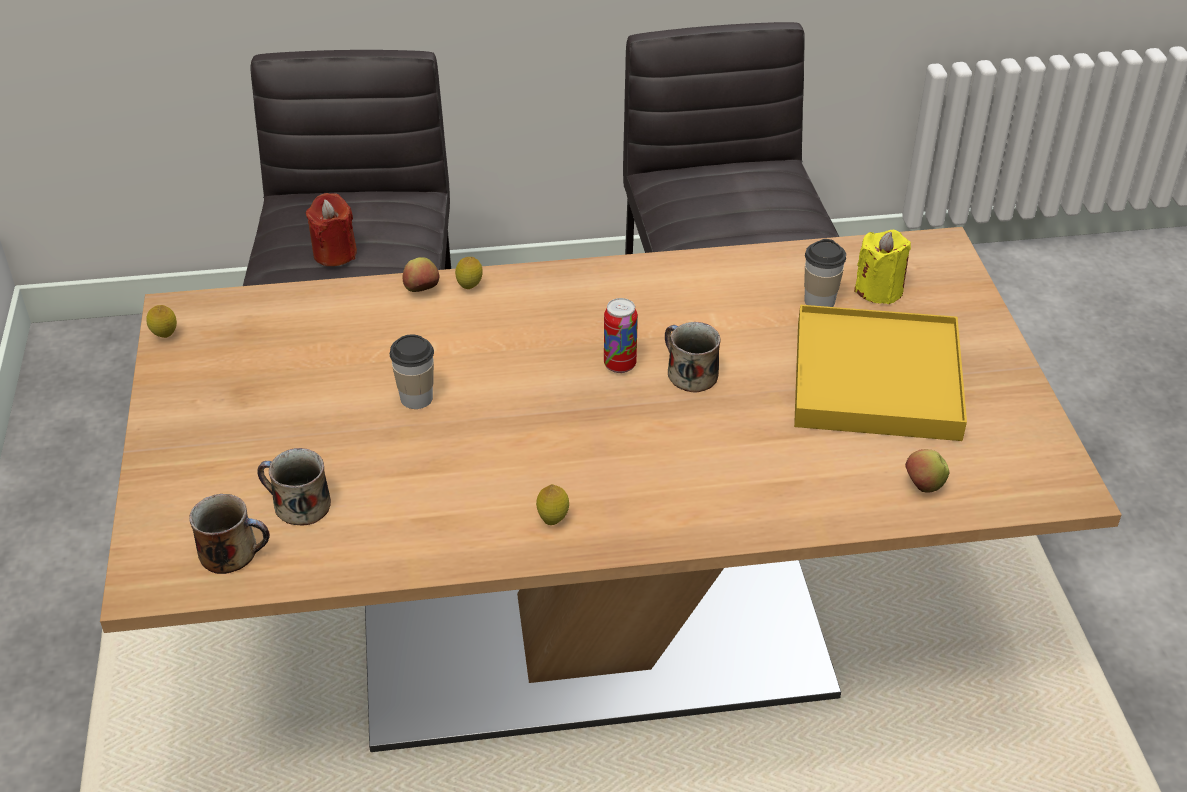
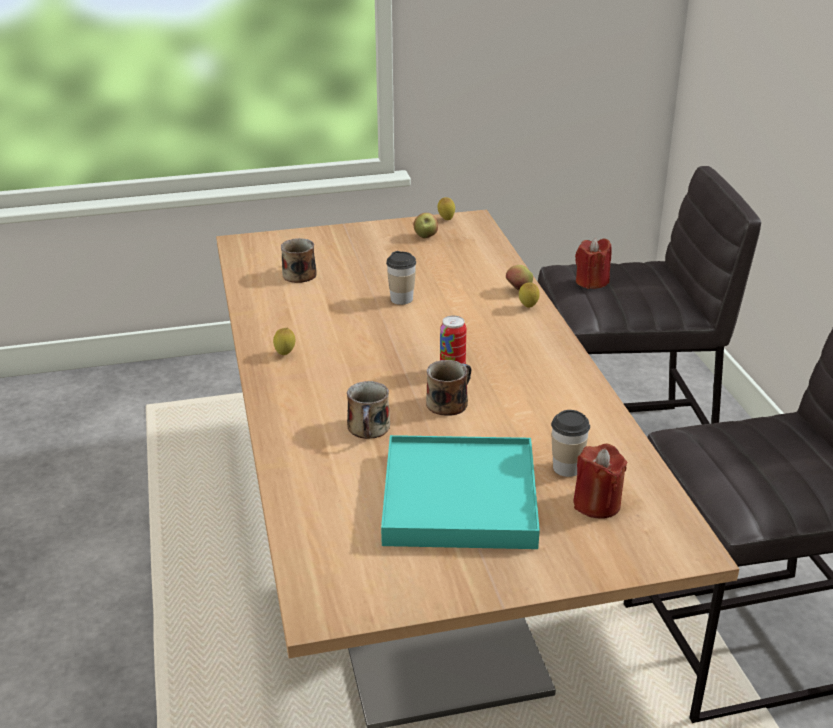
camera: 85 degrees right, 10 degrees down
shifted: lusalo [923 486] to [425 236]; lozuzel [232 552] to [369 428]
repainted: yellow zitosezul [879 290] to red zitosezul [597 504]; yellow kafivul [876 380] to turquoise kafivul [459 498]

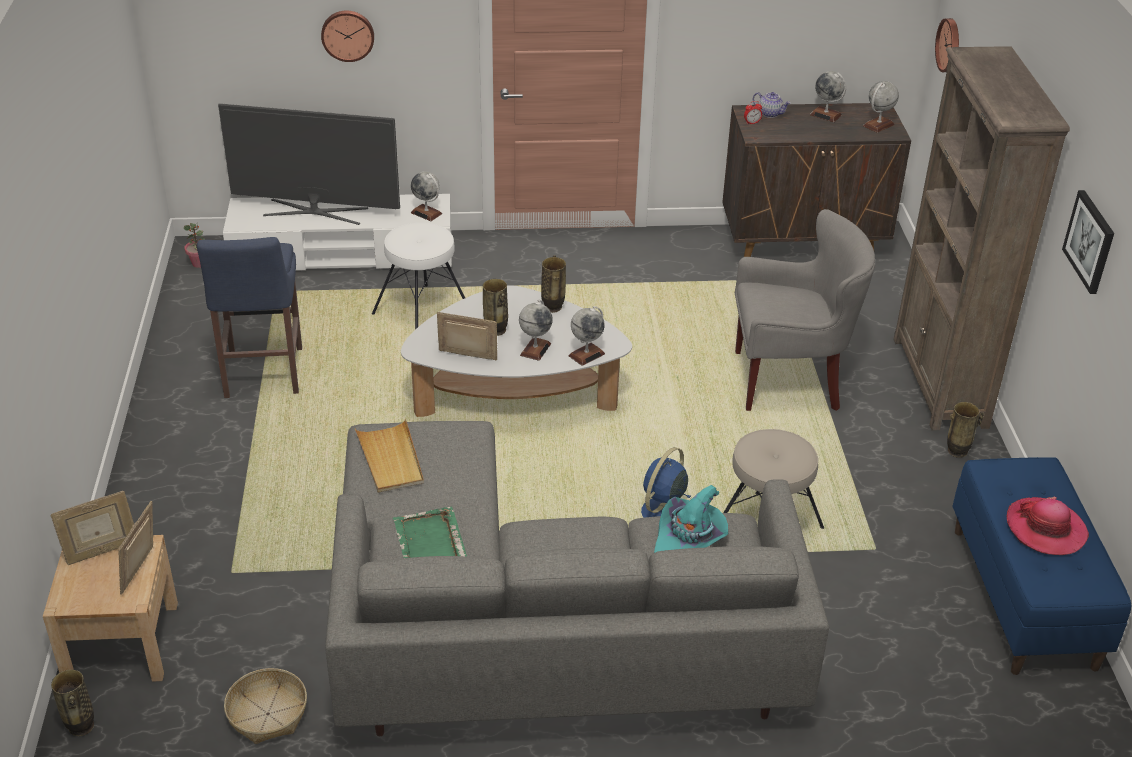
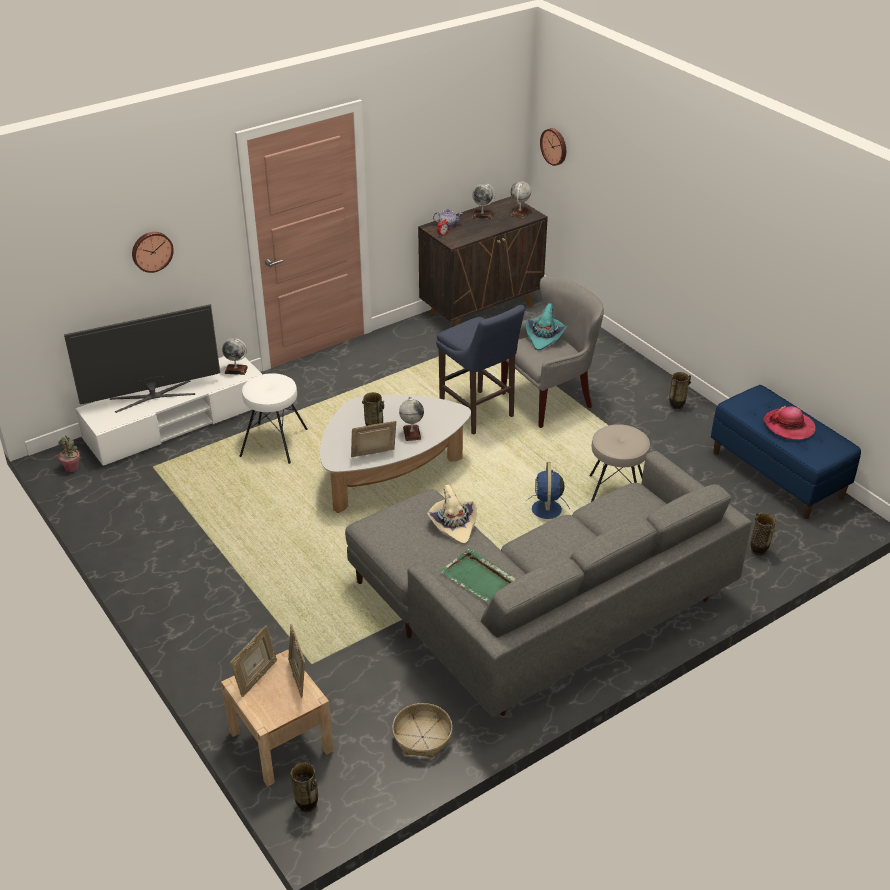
camera: 30 degrees left, 0 degrees up
gone: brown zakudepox [939 383]; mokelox [1090 241]; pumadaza [586 354]; beige kafivul [390 459]
new: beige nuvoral [453 524]
shifted: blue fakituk [262 376] to [478 414]; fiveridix [553 307] to [758 551]; turquoise nuvoral [690 537] to [544 337]

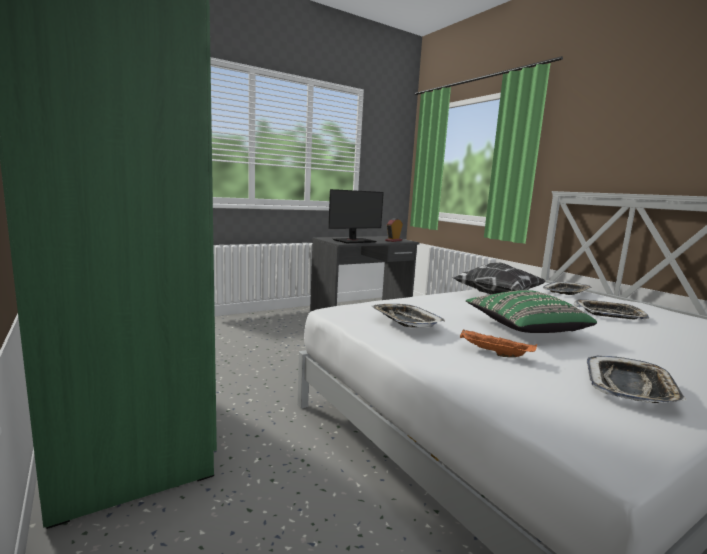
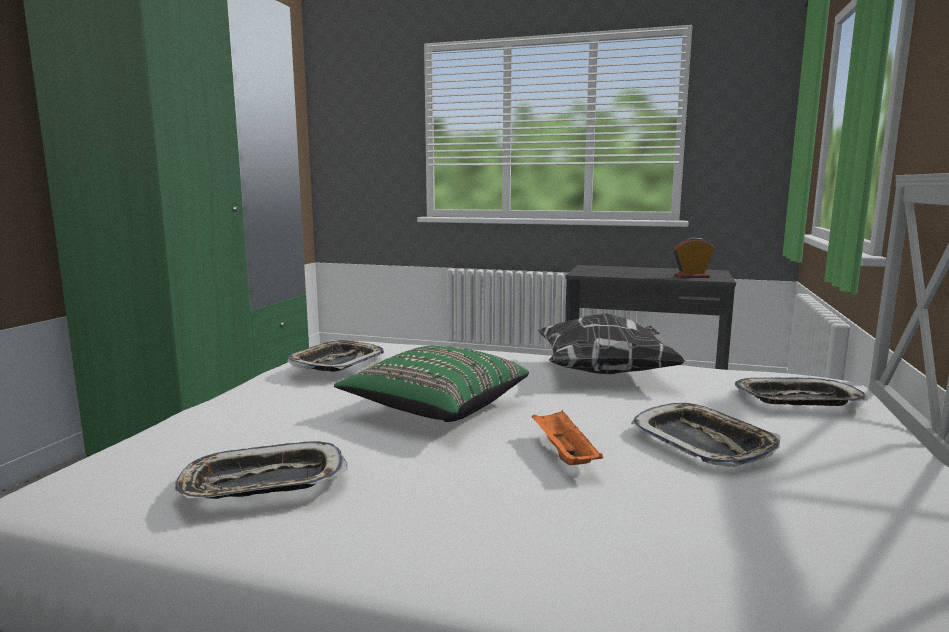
camera: 50 degrees right, 0 degrees up
gone: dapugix [354 241]
shifted: orange kafivul [493 353] to [563 454]

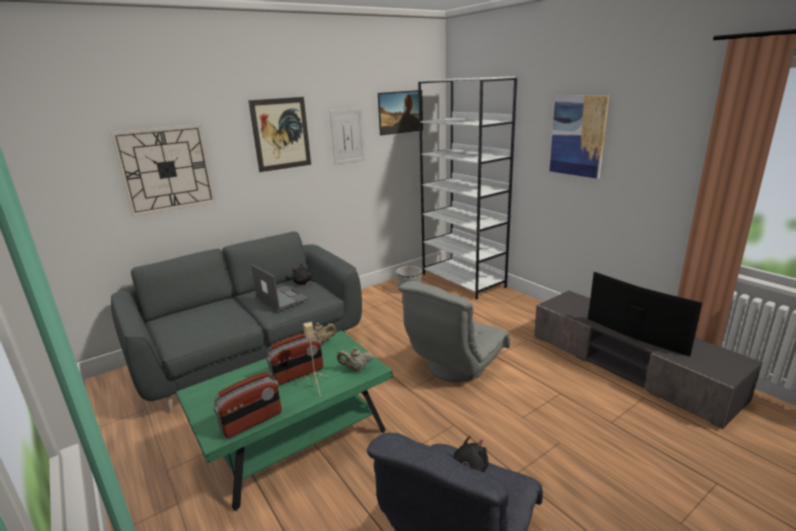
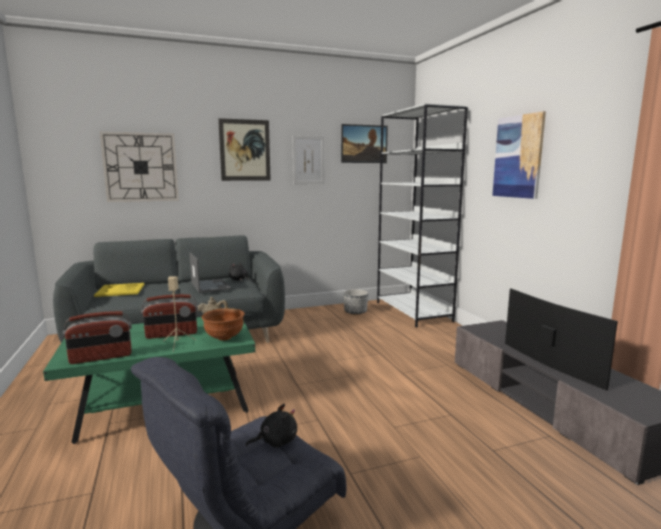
camera: 15 degrees right, 10 degrees down
gone: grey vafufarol [454 365]
new: yellow kafivul [120 290]
swapped: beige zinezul [356 369] to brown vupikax [224 338]

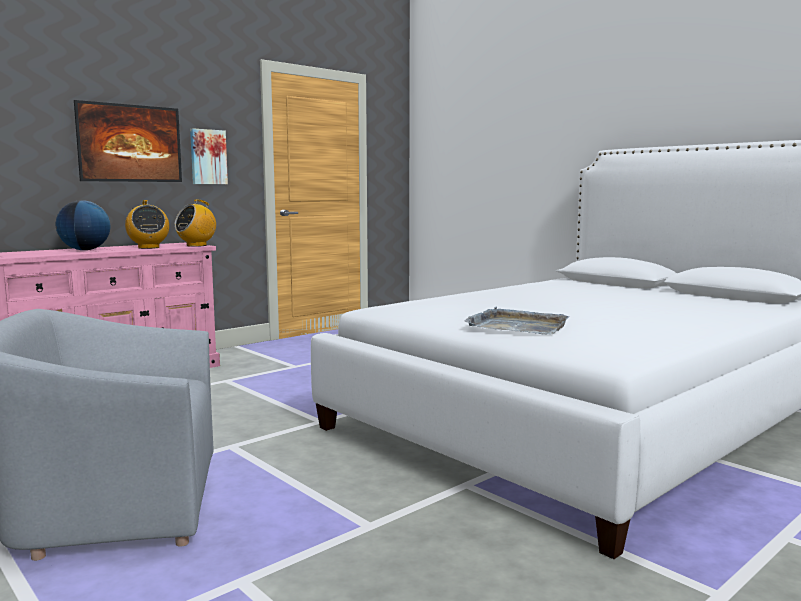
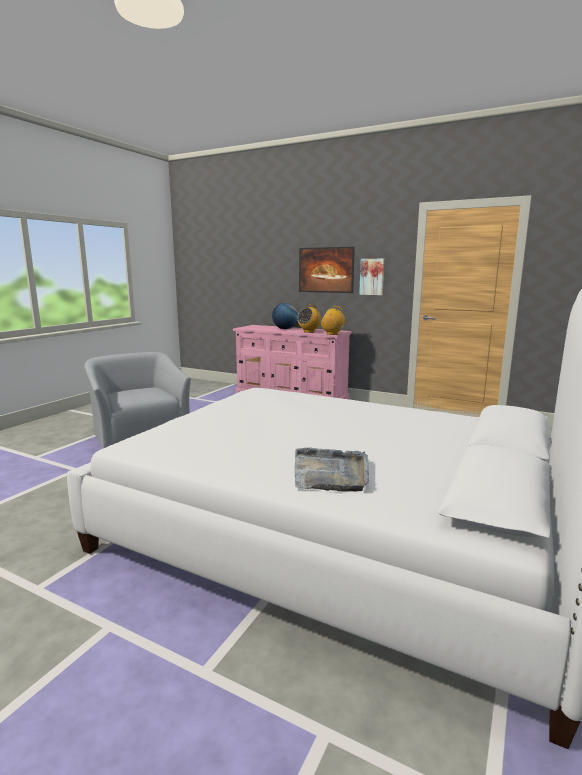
camera: 70 degrees right, 5 degrees up
shifted: grey kafivul [517 326] to [330 472]

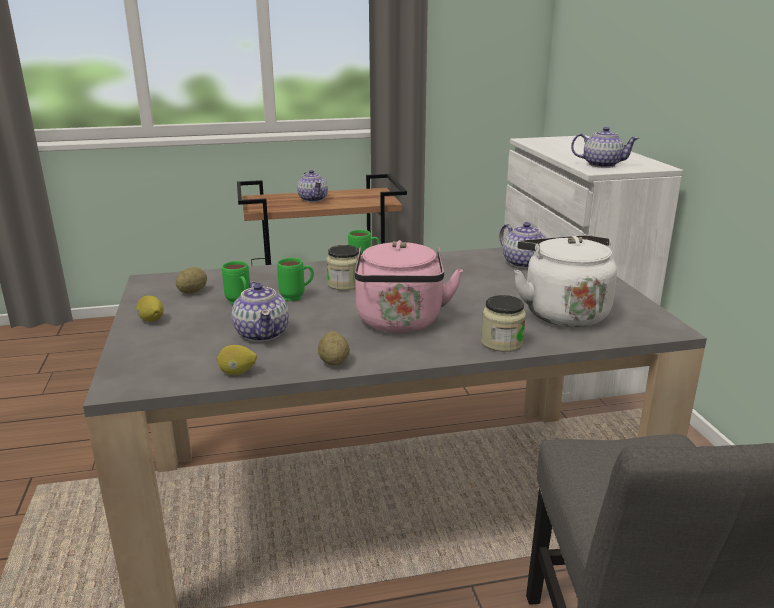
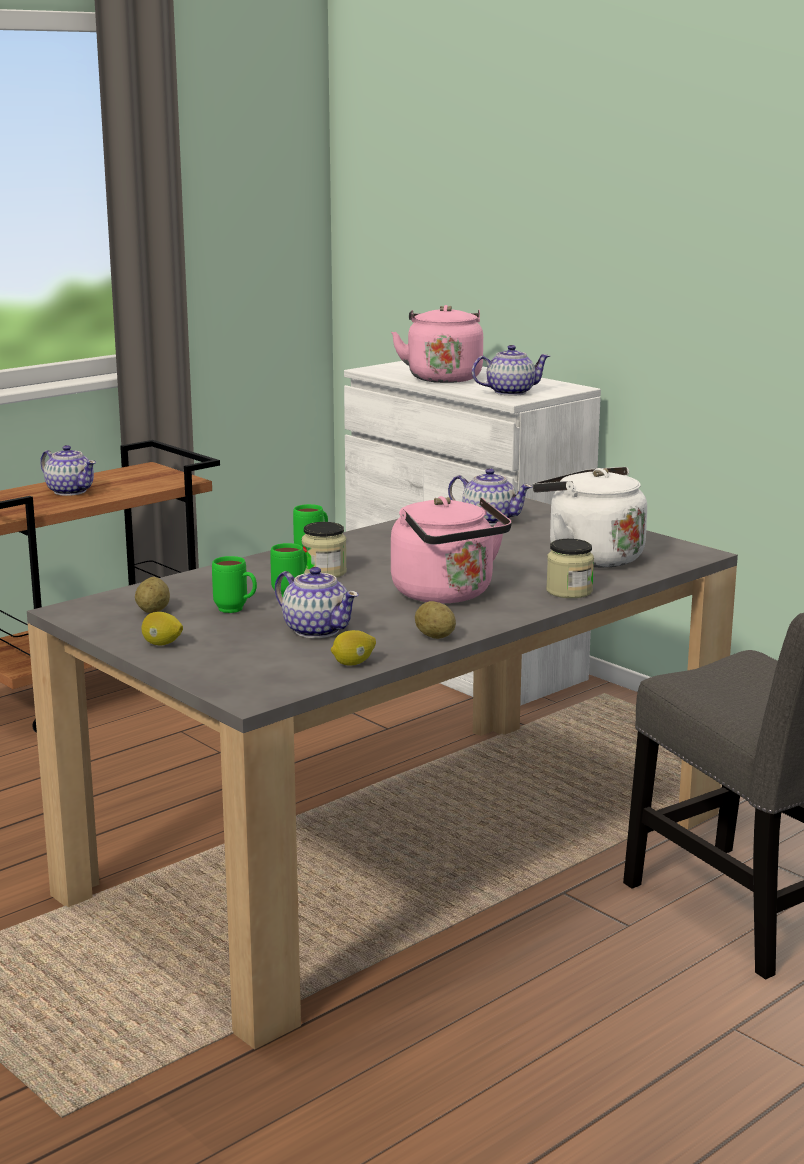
camera: 30 degrees left, 5 degrees down
new: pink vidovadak [443 377]

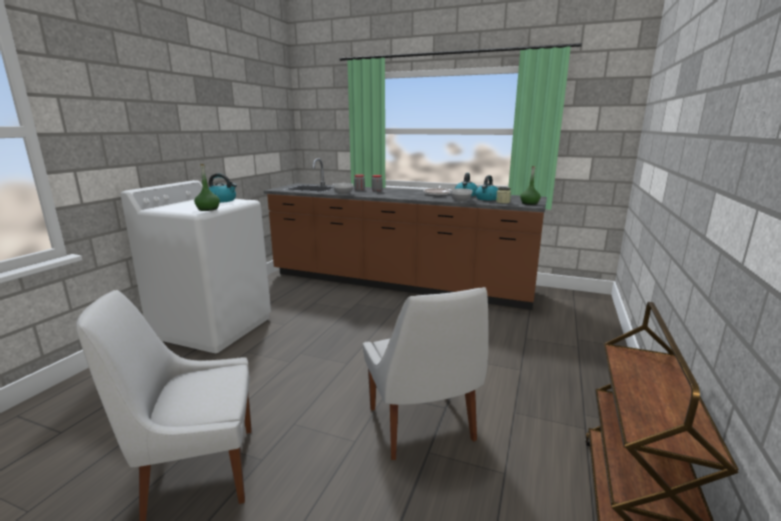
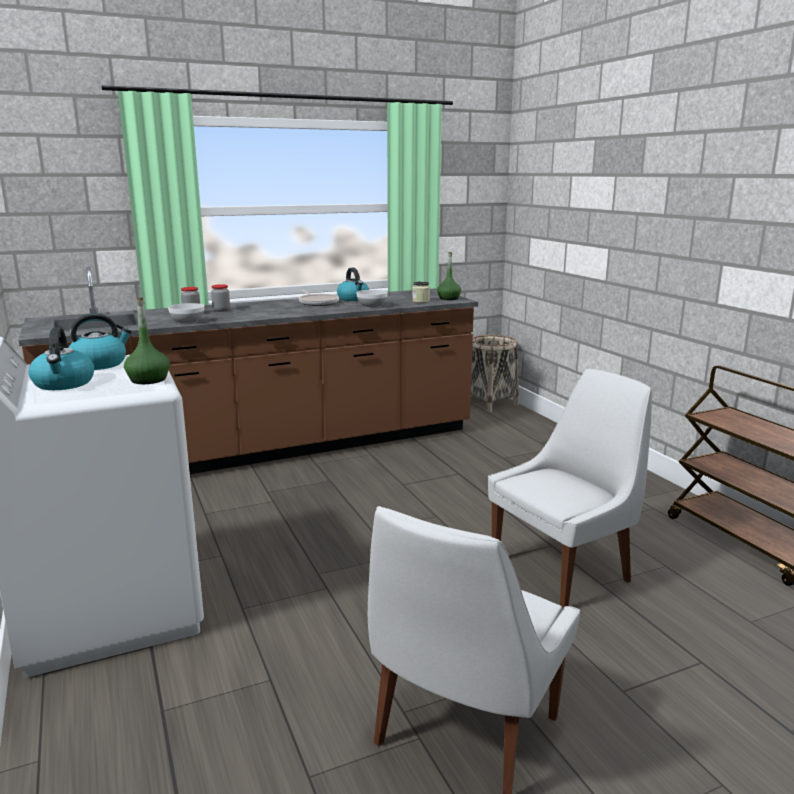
camera: 45 degrees left, 0 degrees up
new: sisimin [490 403]
shifted: vidovadak [487 199] to [64 384]
rotated: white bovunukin [422 427] = [564 569] 60 degrees counterclockwise

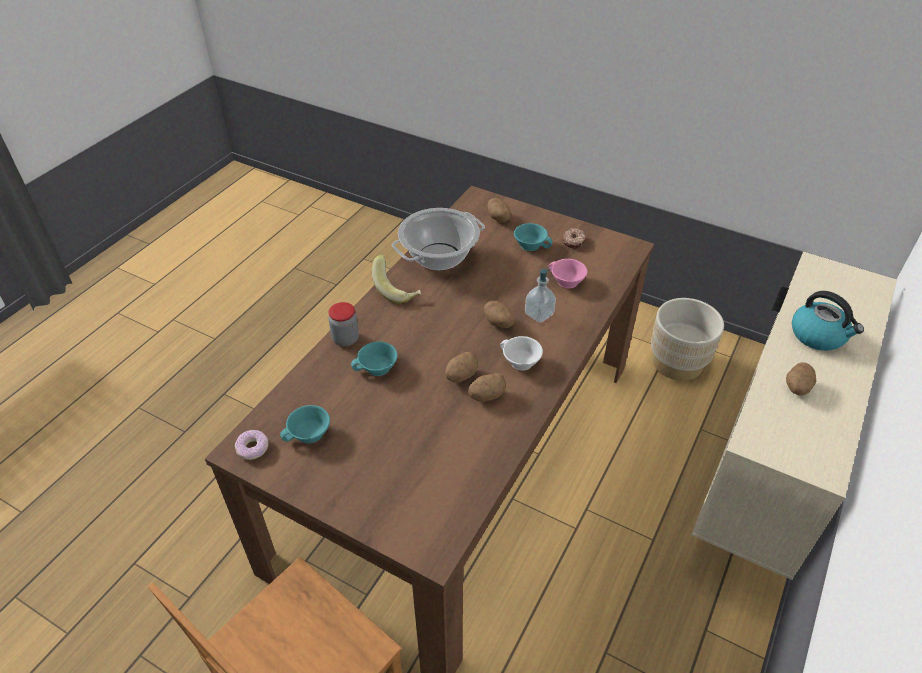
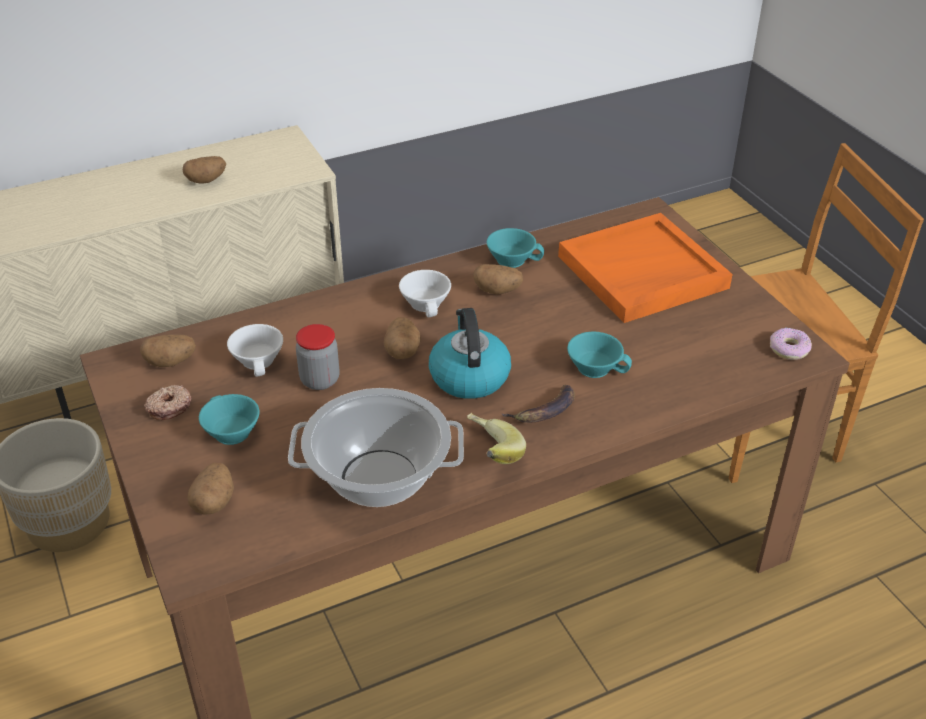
camera: 145 degrees left, 5 degrees down
gone: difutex [539 314]
new: orange kafivul [642 273]; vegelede [544 411]
shifted: vidovadak [818 335] to [469 376]; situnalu [346 339] to [320 380]; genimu [461 376] to [171 362]; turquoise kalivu [309 435] to [512 258]
repainted: pink kalivu [566 281] to white kalivu [260 360]

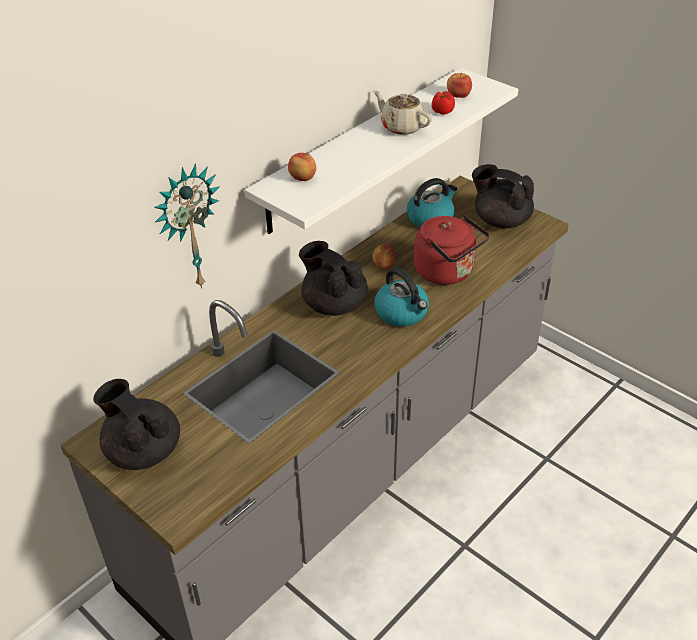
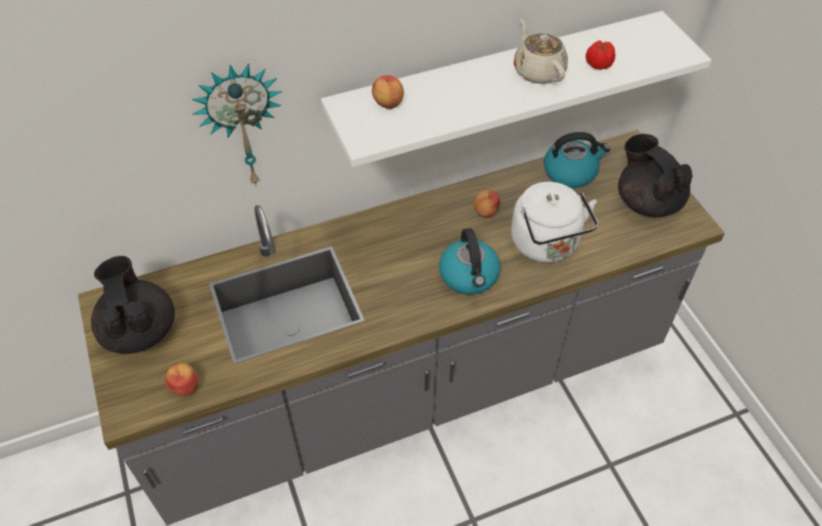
camera: 25 degrees right, 10 degrees up
gone: black zinezul [333 304]
shifted: lusalo [458 95] to [185 386]
repainted: red vidovadak [447 272] to white vidovadak [547 245]

